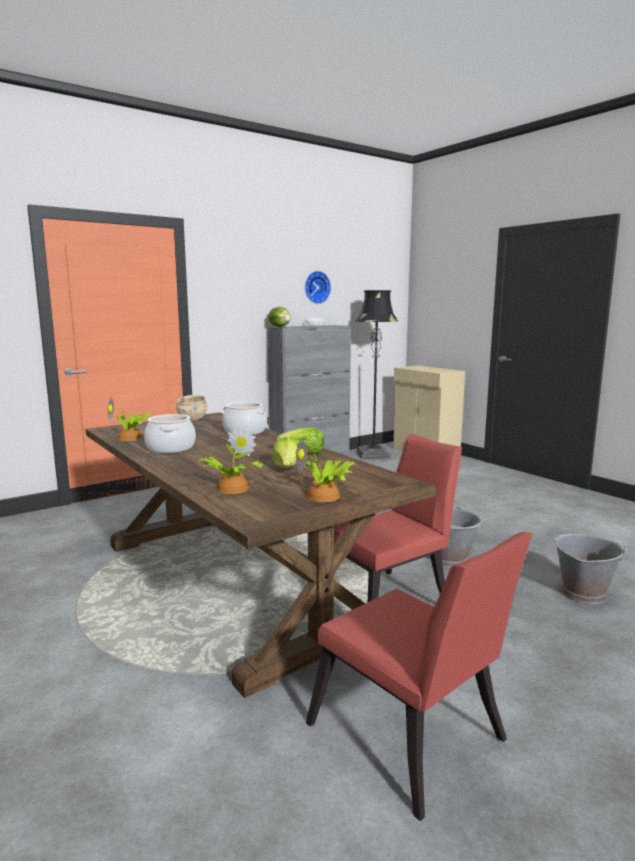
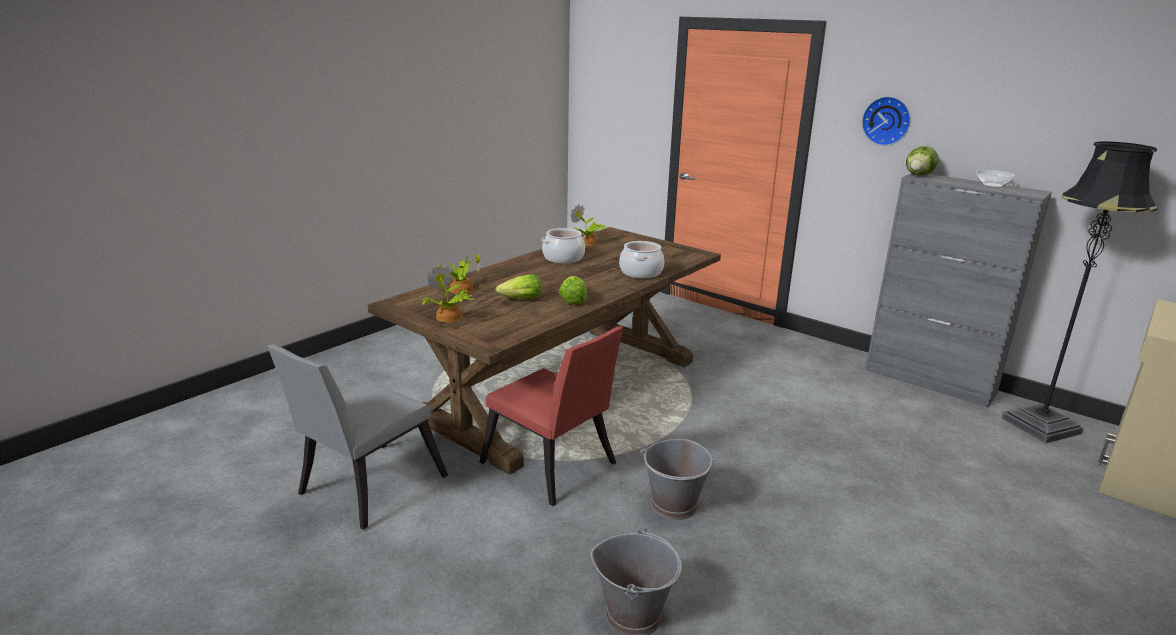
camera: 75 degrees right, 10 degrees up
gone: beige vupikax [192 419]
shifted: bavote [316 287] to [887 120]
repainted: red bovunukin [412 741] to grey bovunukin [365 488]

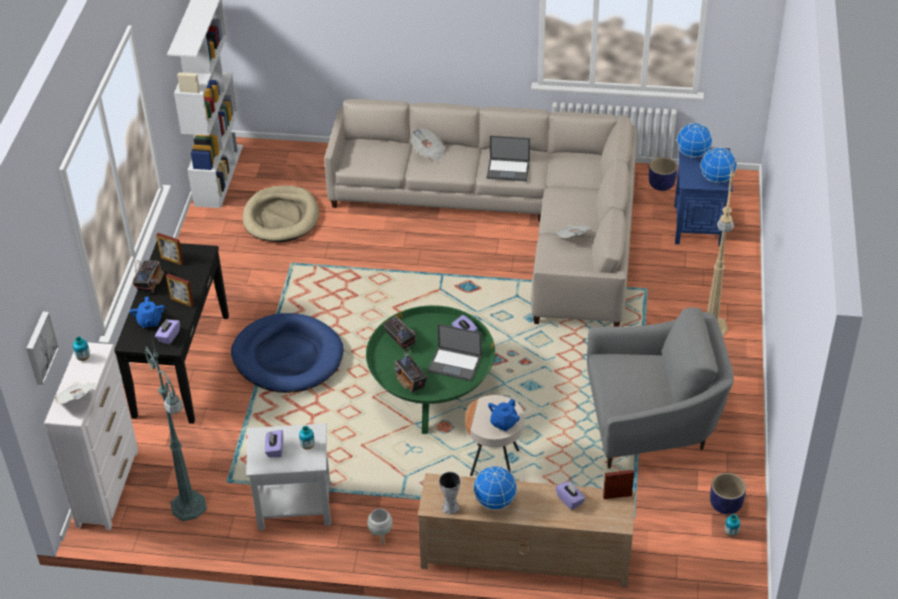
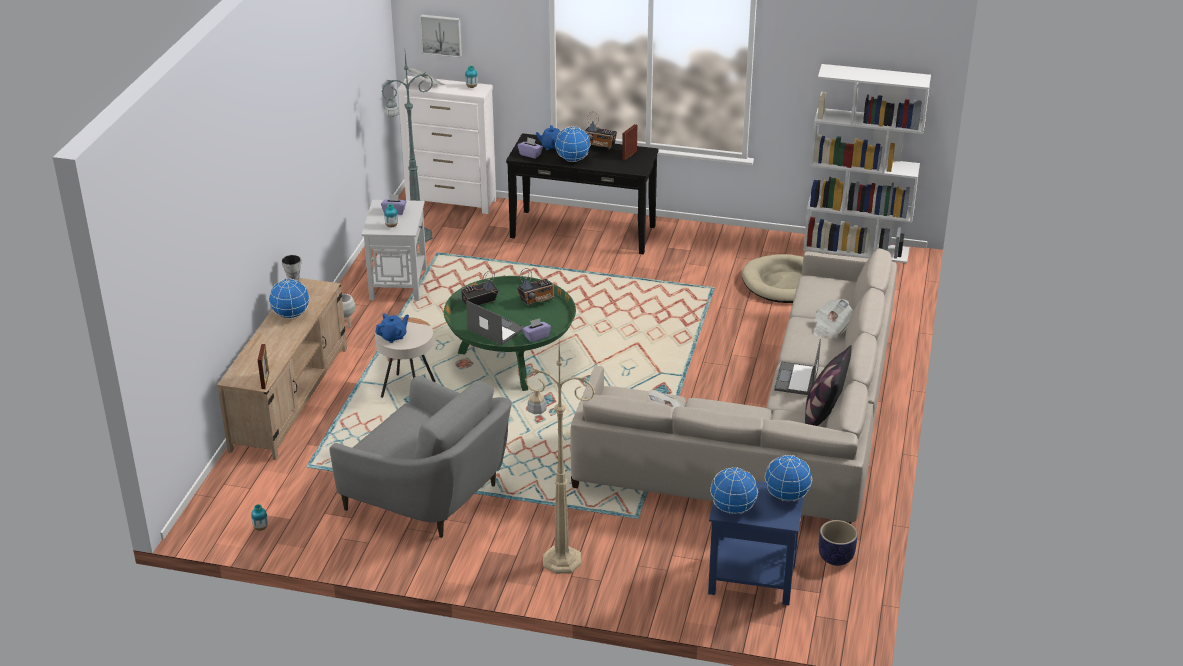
camera: 95 degrees right, 10 degrees down
gone: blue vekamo [288 357]; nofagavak [726 505]; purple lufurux [570 500]
new: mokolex [823 414]
swapped: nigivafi [182 302] to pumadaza [573 159]
rotated: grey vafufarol [652 421] = [429 495] 60 degrees counterclockwise; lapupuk [455 364] = [495 329] 105 degrees clockwise; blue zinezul [503 423] = [393 337] 105 degrees clockwise

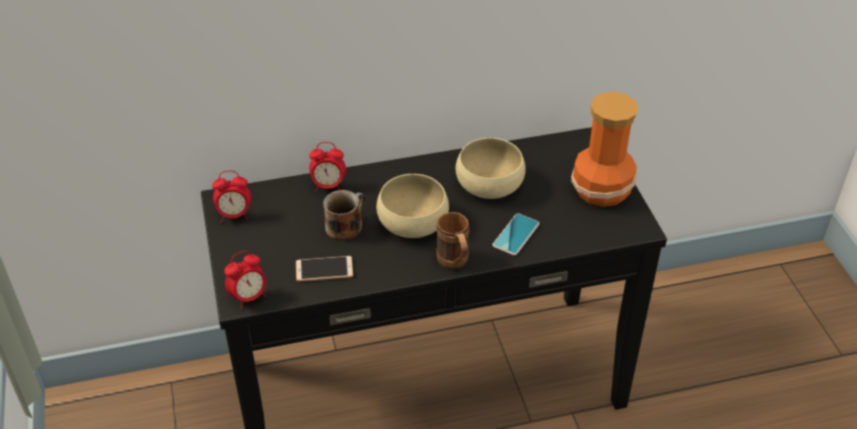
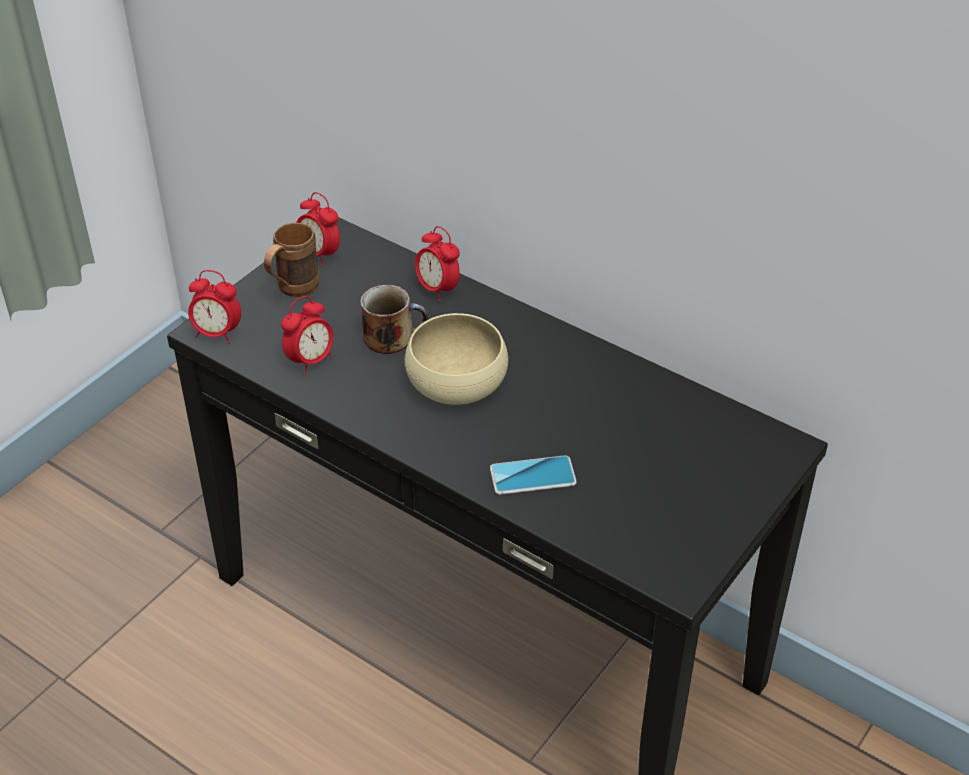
camera: 50 degrees right, 0 degrees up
gone: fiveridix [603 190]; beige vupikax [489 184]
shifted: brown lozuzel [454 264] to [292 290]
swapped: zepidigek [324 269] to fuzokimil [310 361]

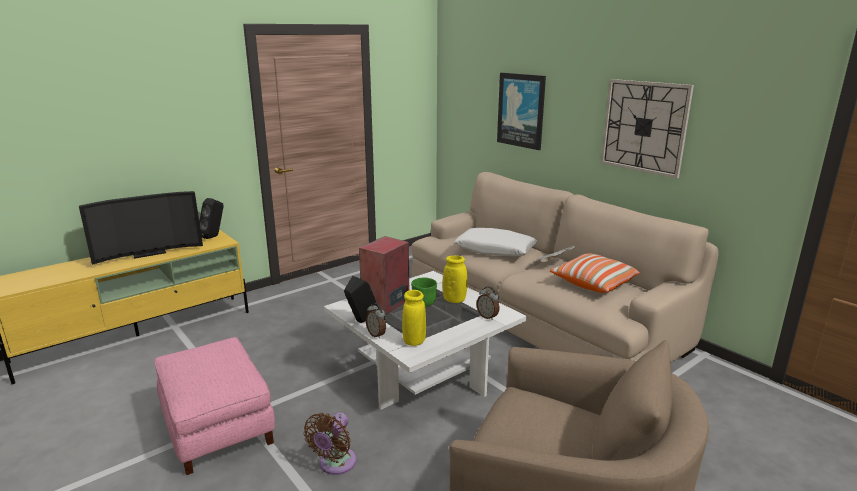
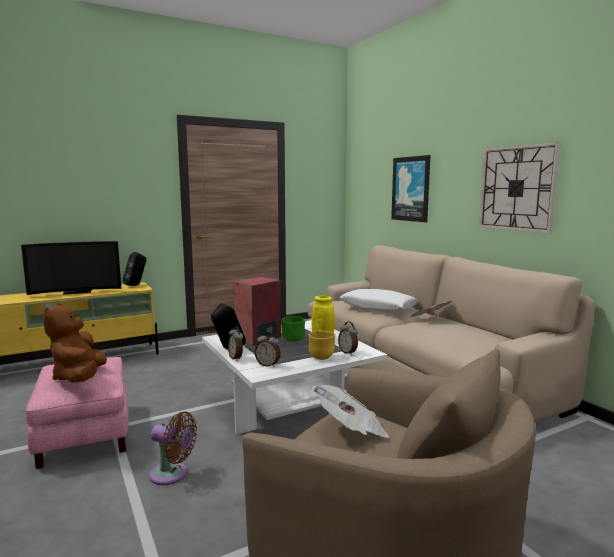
camera: 10 degrees right, 10 degrees down
gone: mokolex [594 283]
new: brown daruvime [79 378]; yellow vupikax [321 357]; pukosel [350 429]
swapped: yellow fiveridix [414 341] to fuzokimil [268 365]
rotated: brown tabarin [335 464] = [172 475] 105 degrees counterclockwise

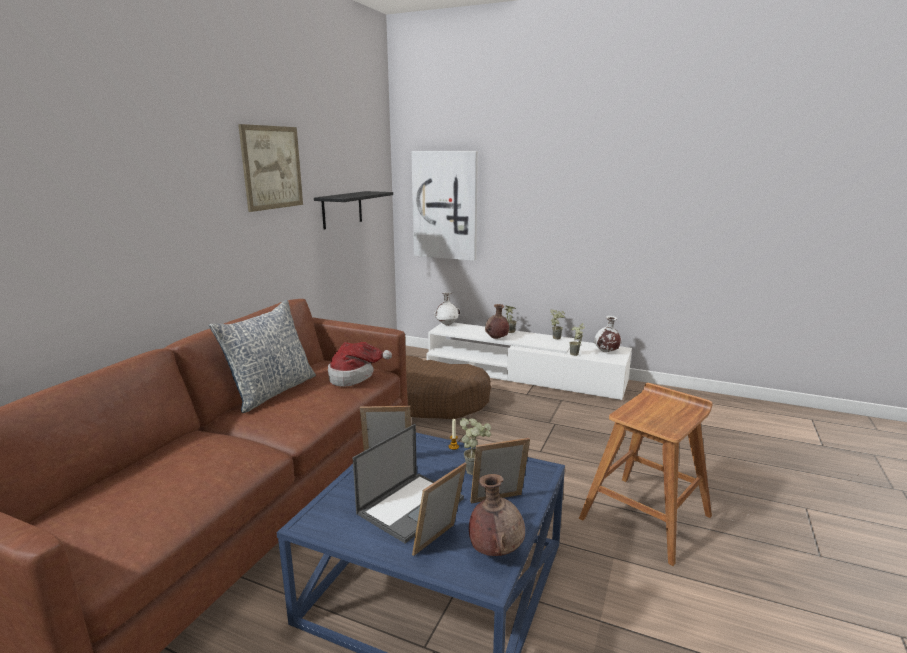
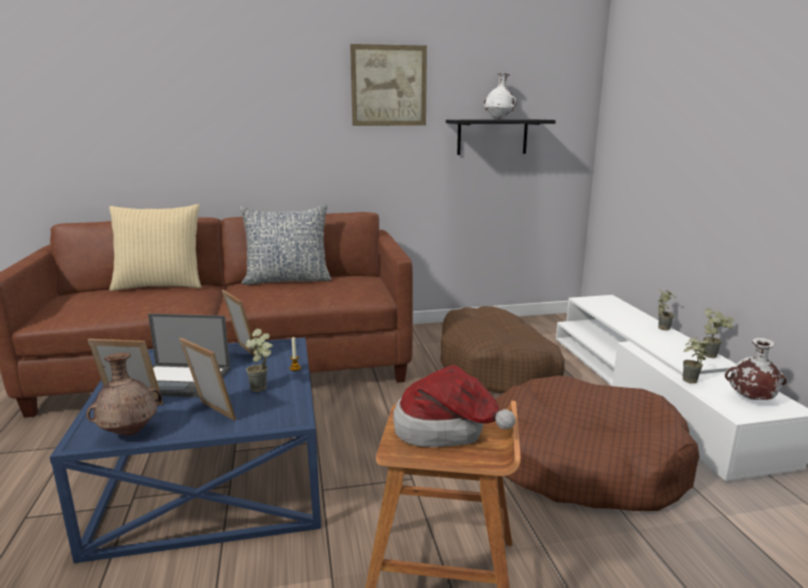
camera: 55 degrees right, 0 degrees up
gone: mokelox [445 205]; brown fiveridix [496 339]
new: beige mokolex [160 285]; brown vekamo [583 463]
shifted: white fiveridix [447 324] to [499 119]; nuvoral [354 376] to [447 431]

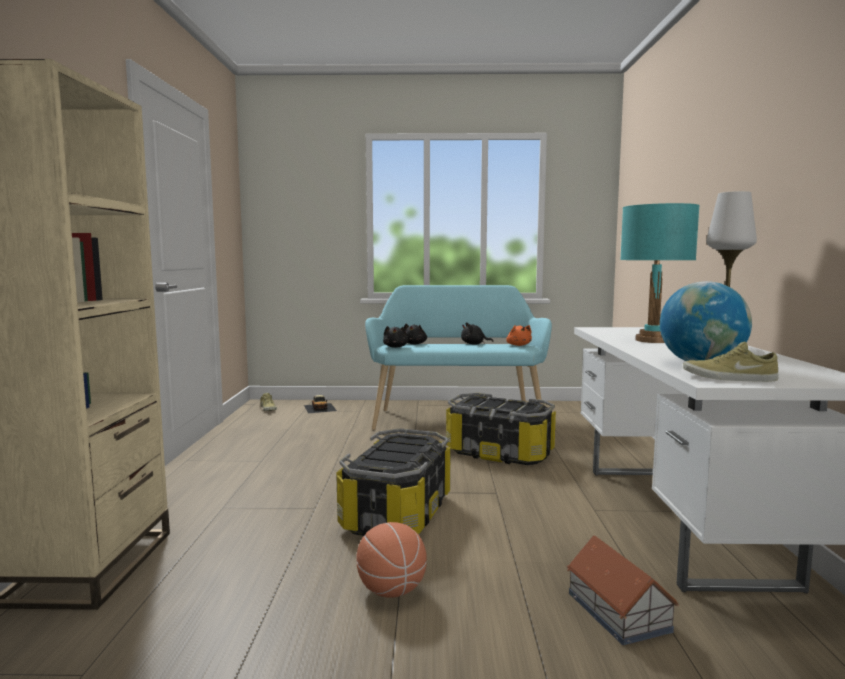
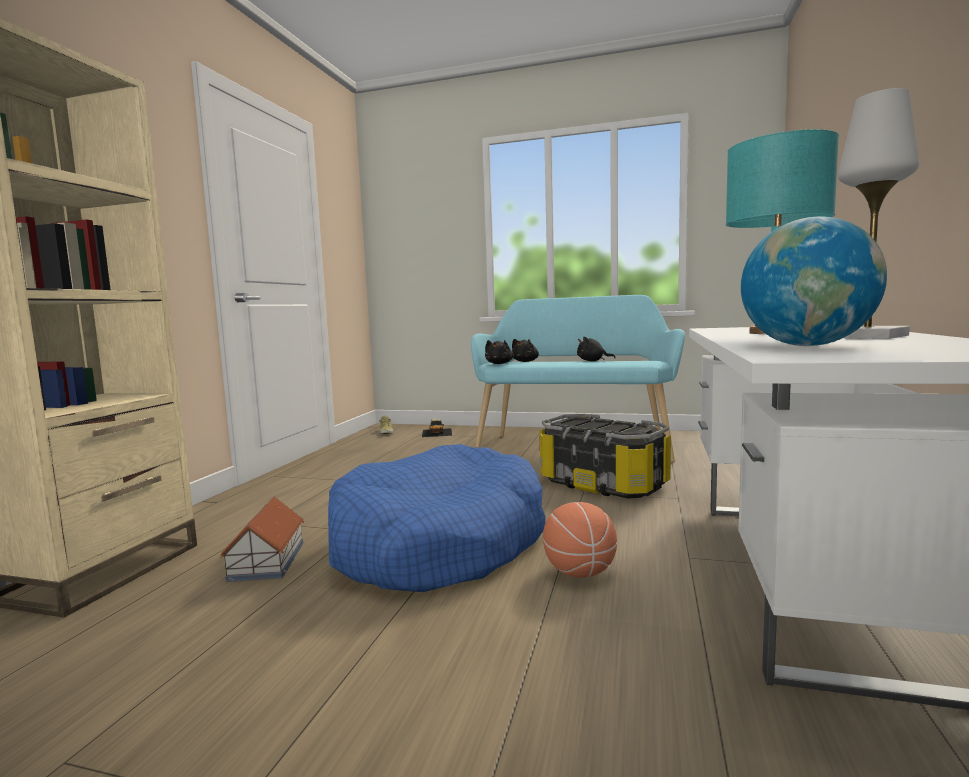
camera: 15 degrees right, 0 degrees up
gone: orange daruvime [518 345]; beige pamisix [729 378]
shifted: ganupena [391 590] to [579 572]; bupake [618 612] to [266 561]
swapped: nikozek [396 514] to blue vekamo [439 543]

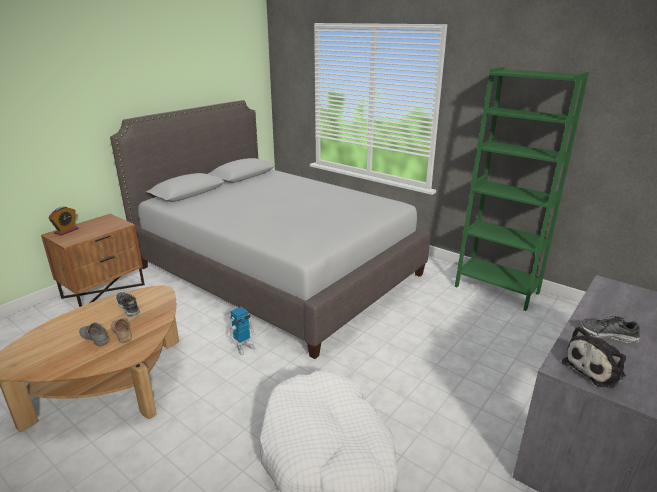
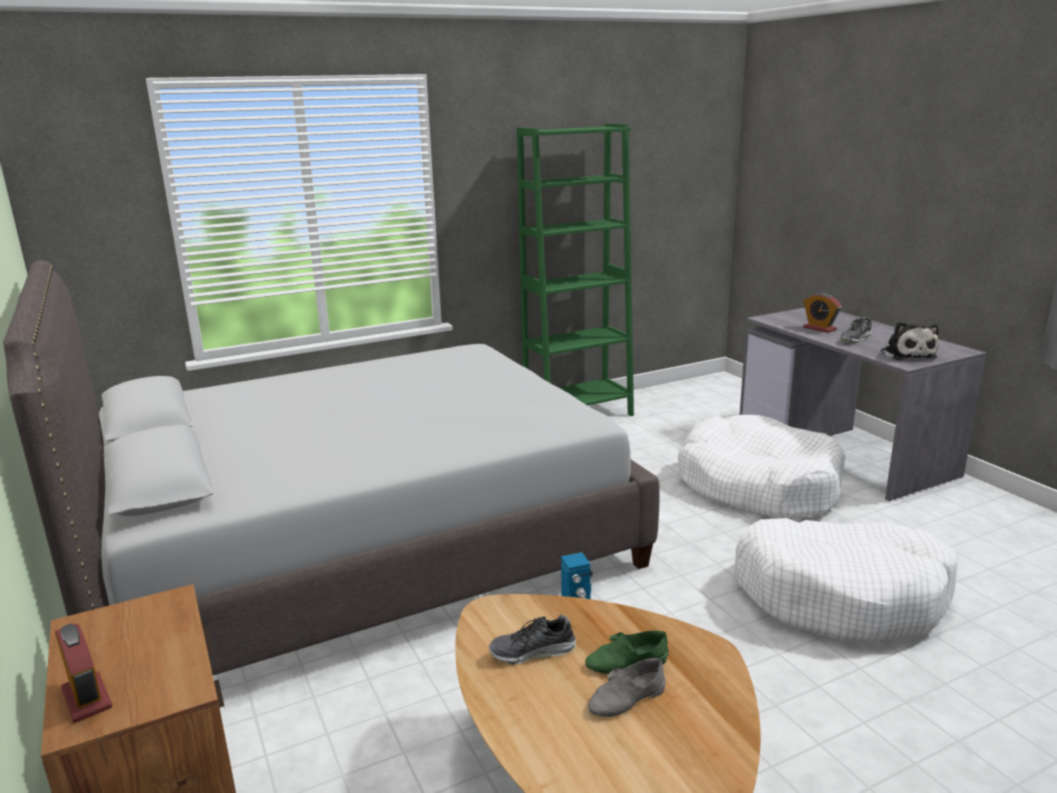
camera: 65 degrees left, 5 degrees down
new: fuzokimil [819 328]; white vekamo [758 485]
repainted: beige pamisix [121 333] to green pamisix [627 663]

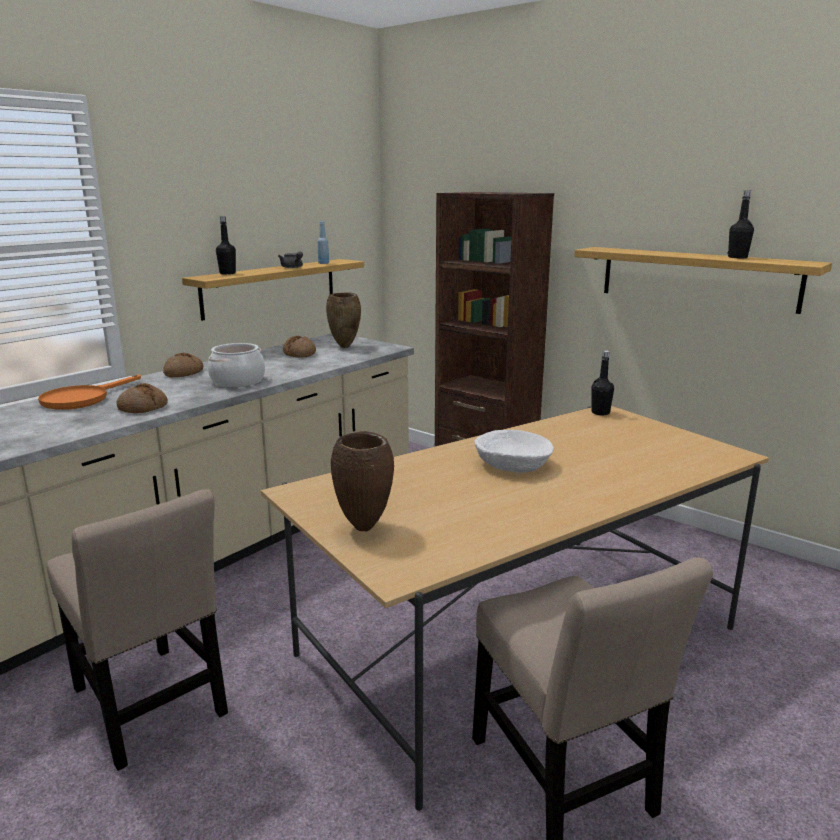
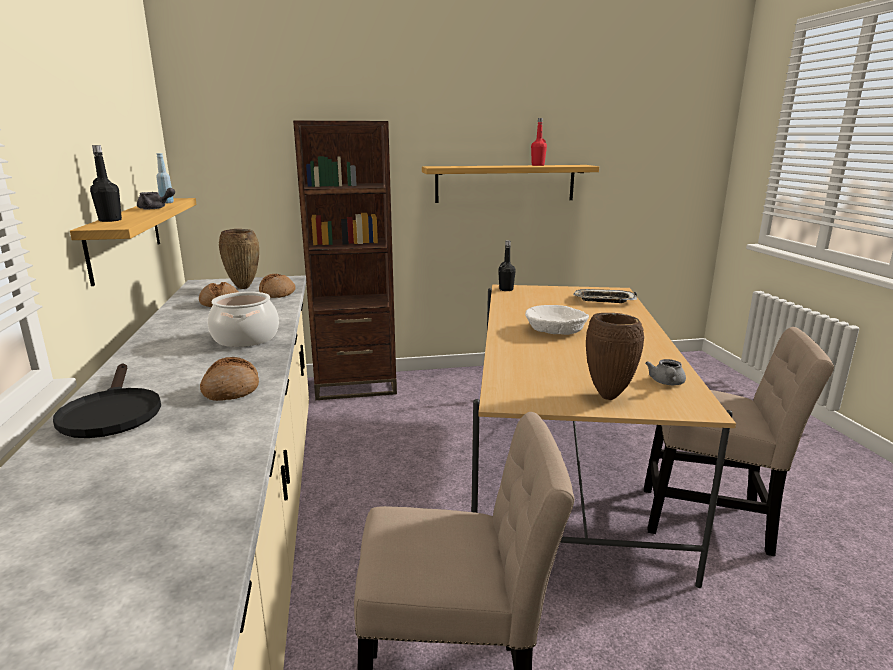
camera: 50 degrees left, 0 degrees up
new: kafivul [603 300]; grey zinezul [666 383]
shifted: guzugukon [184 373] to [278 293]
repainted: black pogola [737 257] to red pogola [538 165]; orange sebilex [82 399] to black sebilex [111 412]

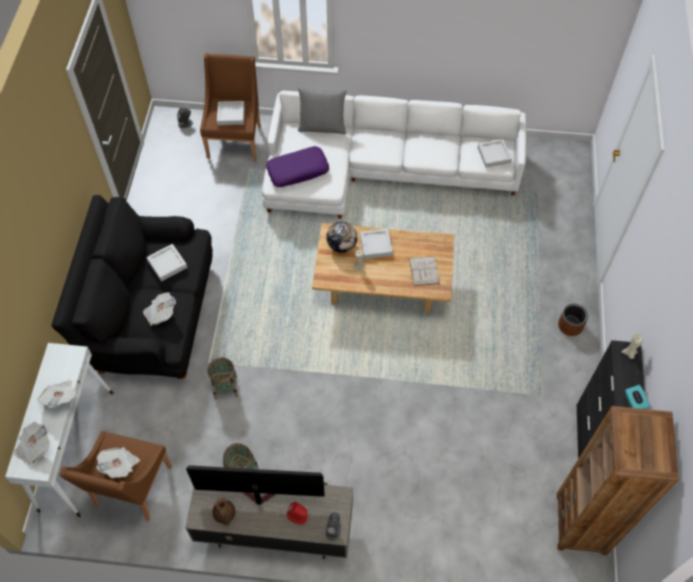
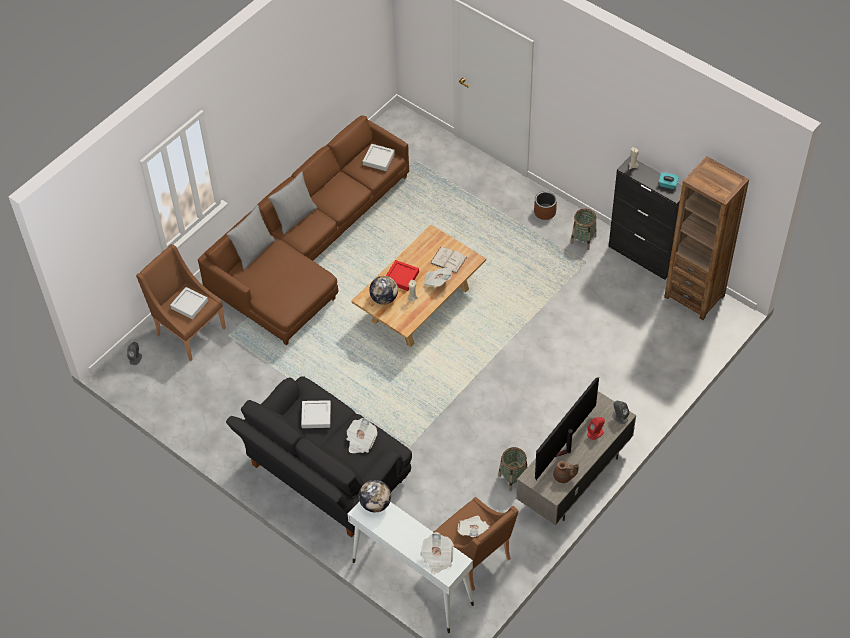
camera: 55 degrees left, 5 degrees down
gone: purple mokolex [298 171]
new: grey mokolex [295 217]; pumadaza [375 504]
shifted: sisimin [225 387] to [583 239]; pukosel [61 397] to [437 281]
repainted: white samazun [379 169] to brown samazun [308 247]; grey kafivul [376 245] to red kafivul [401 277]

